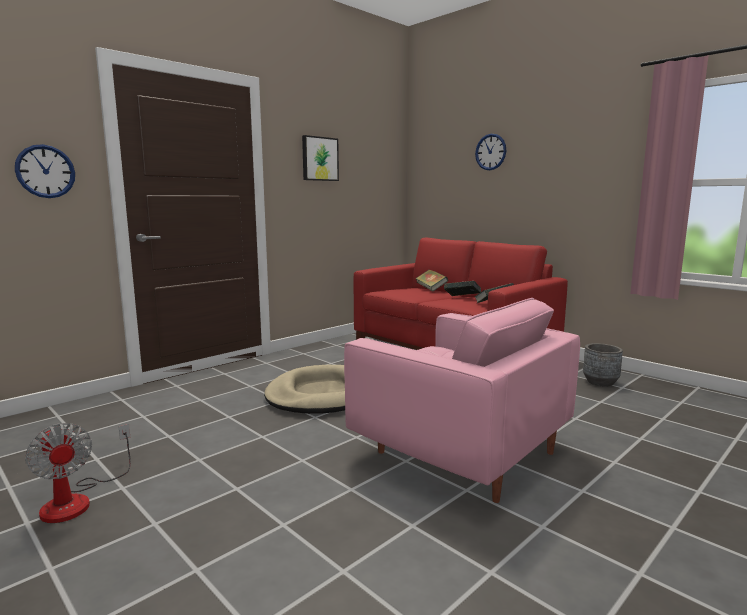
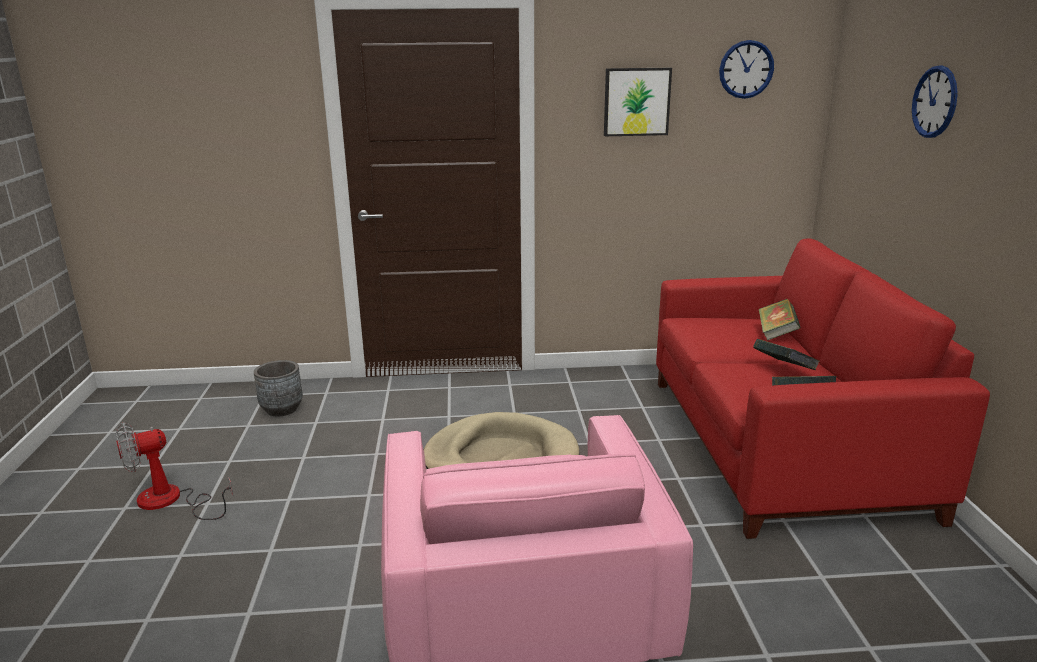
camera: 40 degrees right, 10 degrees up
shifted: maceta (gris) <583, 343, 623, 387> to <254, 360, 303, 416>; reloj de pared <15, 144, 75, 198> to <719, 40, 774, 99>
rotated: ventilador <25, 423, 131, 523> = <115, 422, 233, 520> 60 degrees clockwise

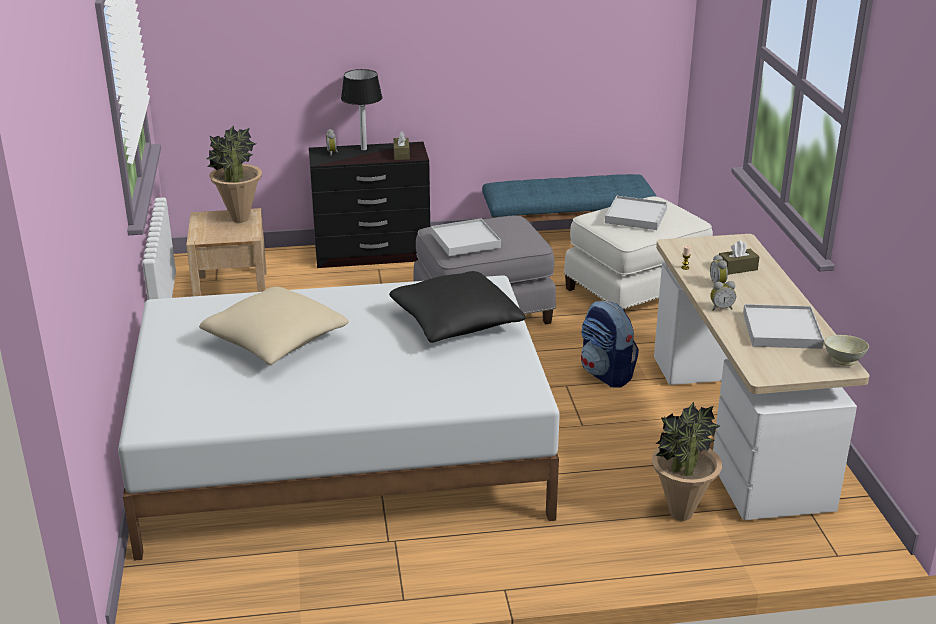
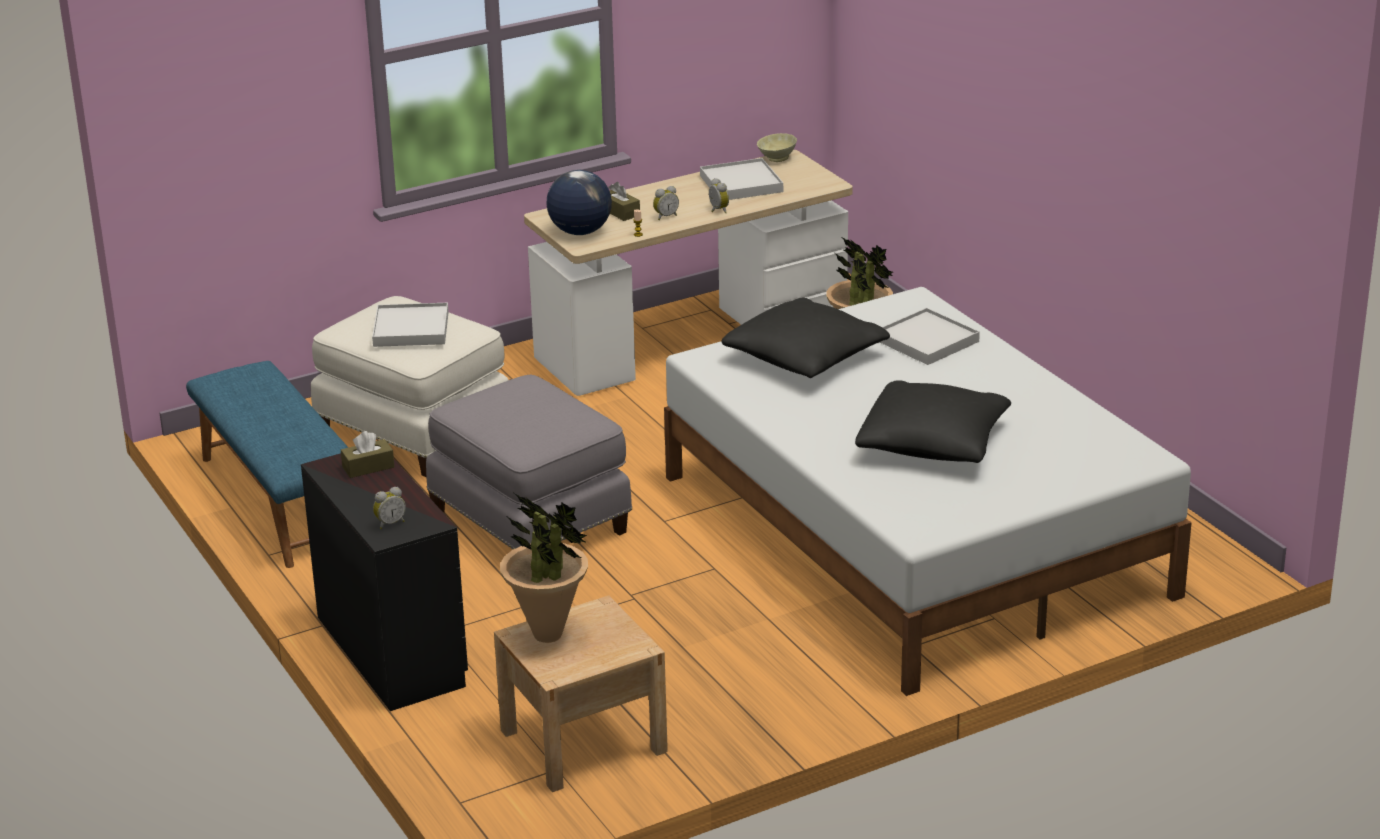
camera: 110 degrees left, 0 degrees up
gone: lámpara de mesa <341, 69, 382, 150>; mochila <581, 301, 639, 388>
new: globo terráqueo <547, 170, 612, 235>
shifted: bandeja (blanco) <431, 219, 501, 256> to <880, 308, 980, 365>
repainted: cojín (beis) <199, 287, 349, 365> to cojín (negro) <855, 380, 1011, 463>

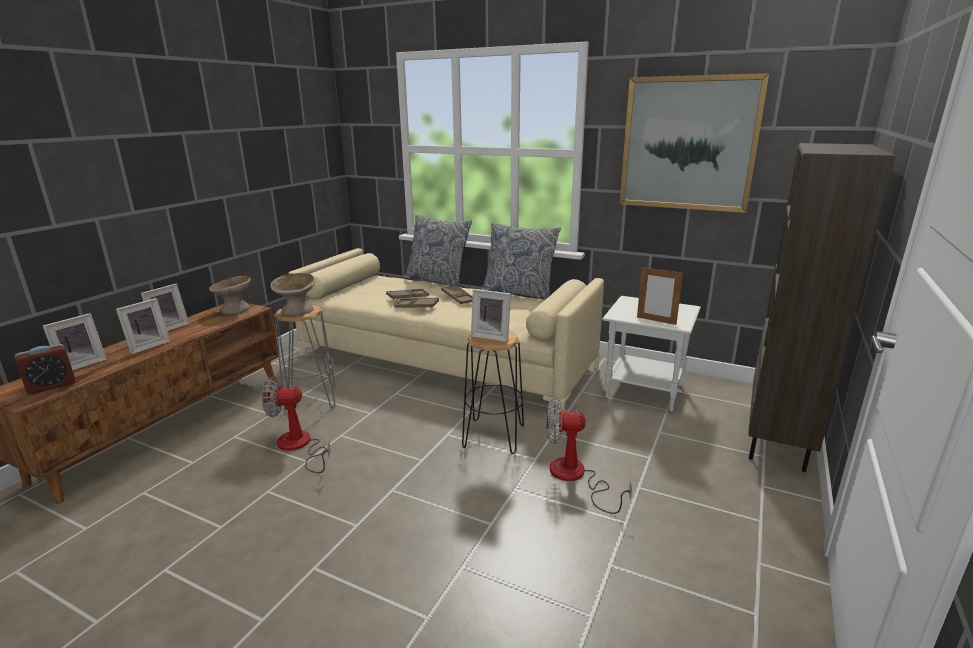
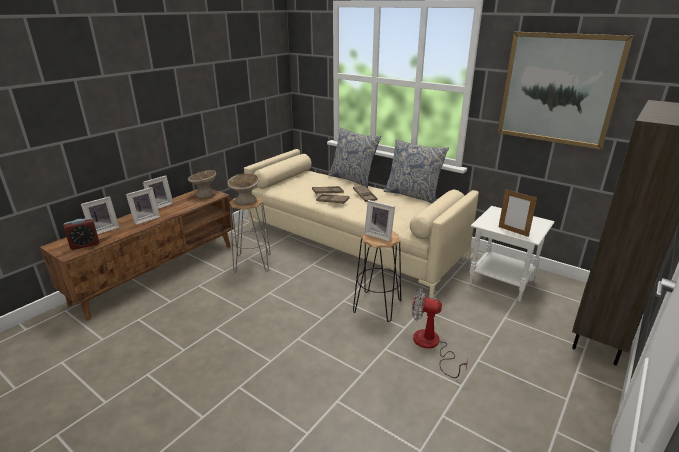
camera: 10 degrees right, 5 degrees up
gone: ventilador <262, 376, 331, 473>

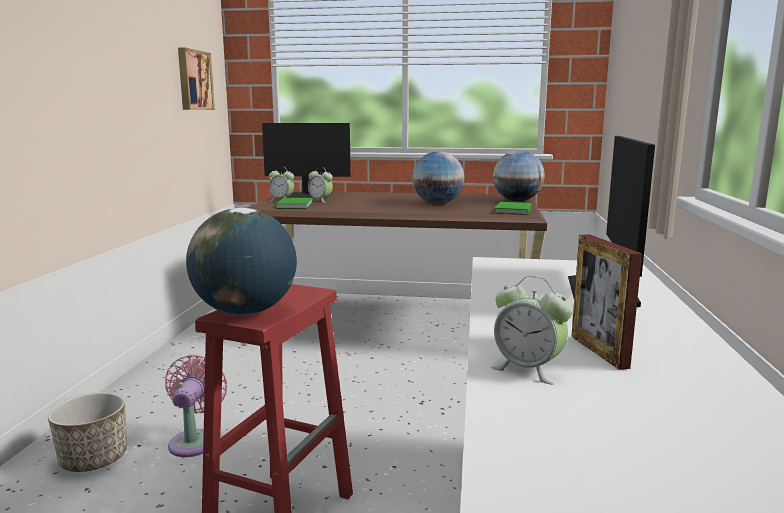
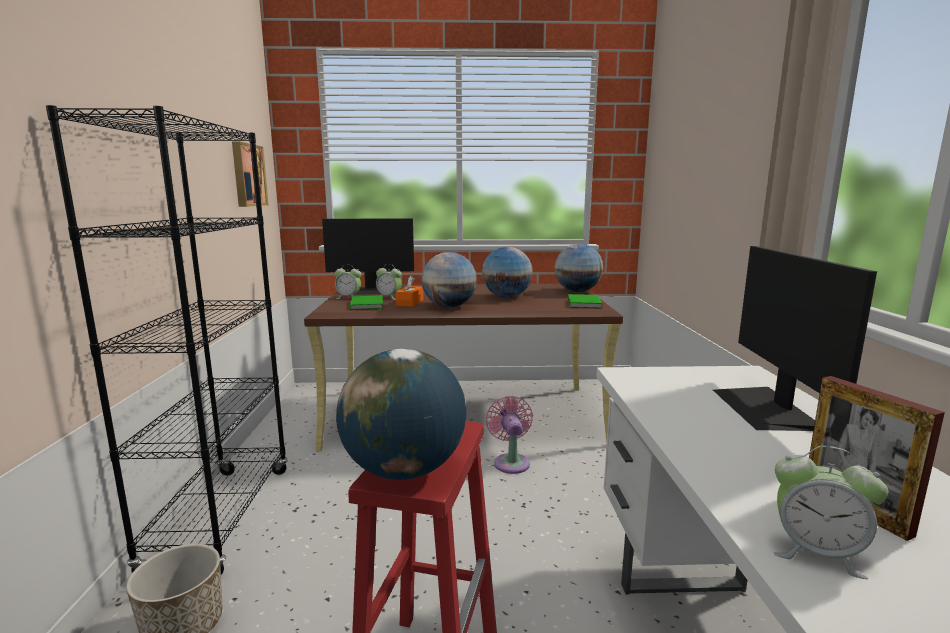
camera: 10 degrees left, 0 degrees up
new: estantería (negro) <46, 105, 288, 575>; caja de pañuelos (naranja) <396, 276, 424, 307>; globo terráqueo <421, 252, 477, 308>
shifted: ventilador (rosa) <165, 355, 227, 457> to <486, 396, 533, 474>

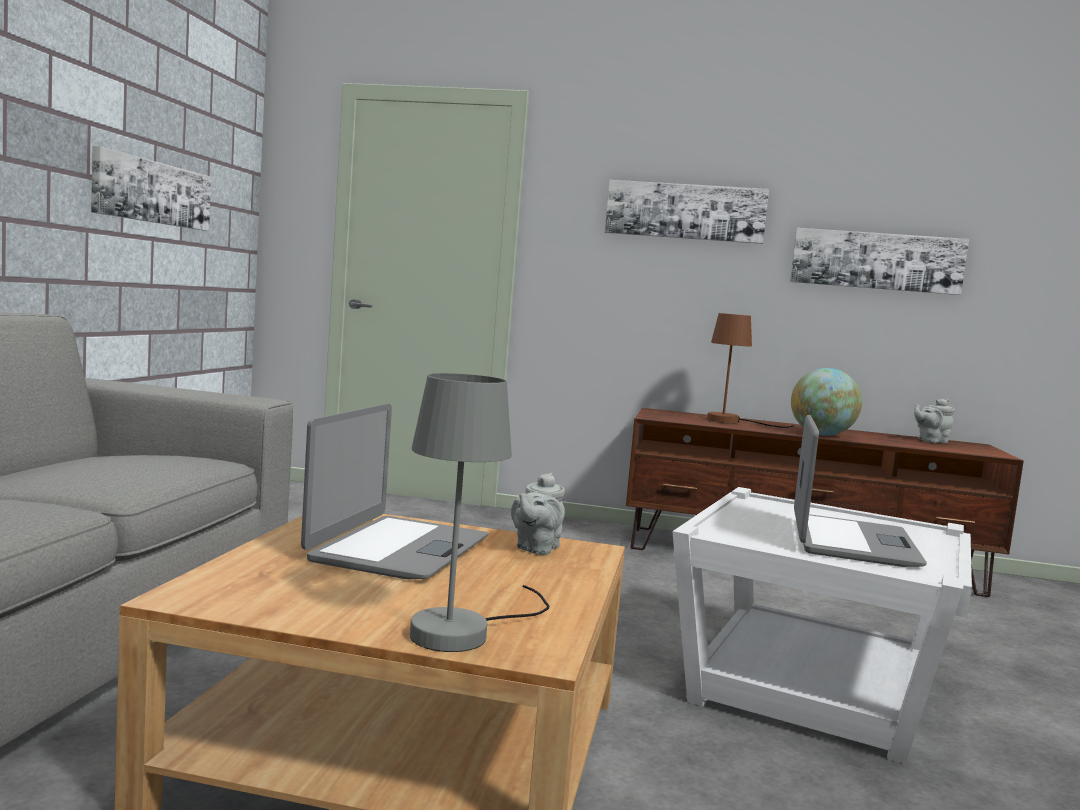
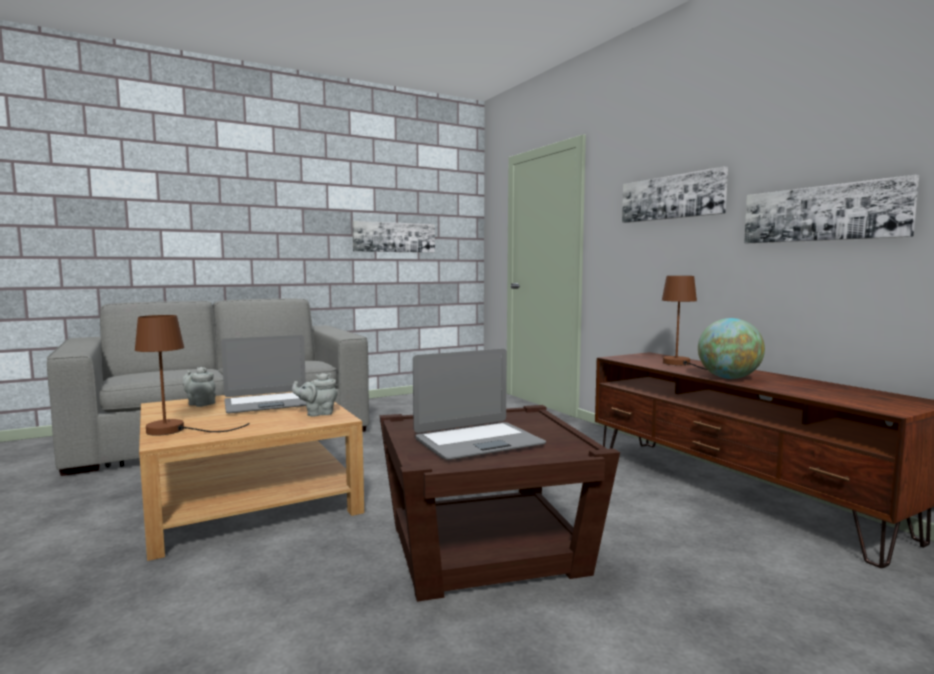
camera: 50 degrees right, 0 degrees up
shifted: tetera (gris) <914, 398, 955, 443> to <183, 367, 216, 407>
repainted: lámpara de mesa (gris) <410, 373, 549, 652> to lámpara de mesa (marrón) <135, 315, 250, 436>; mesa auxiliar (blanco) <672, 487, 972, 764> to mesa auxiliar (marrón) <380, 405, 620, 602>

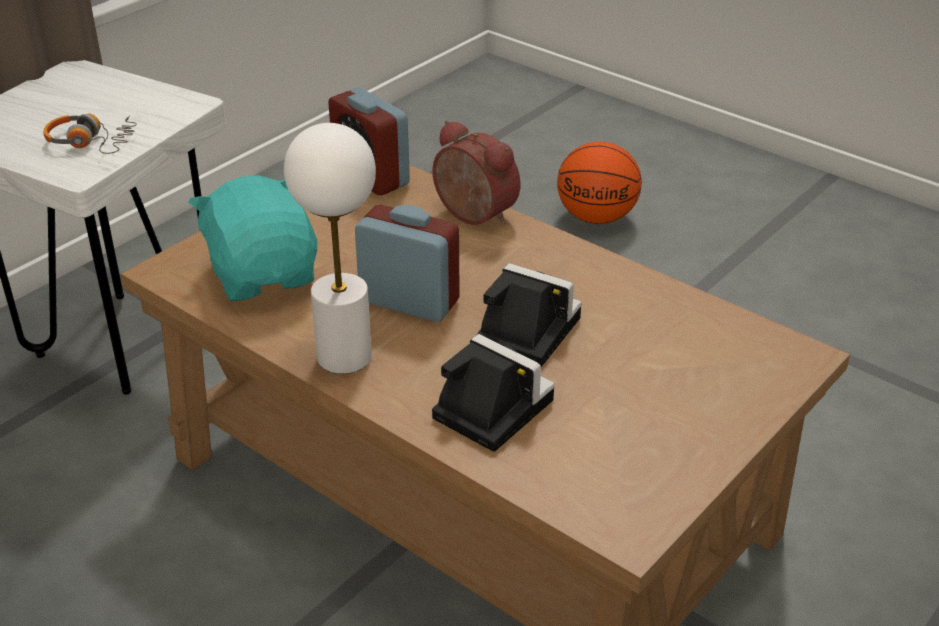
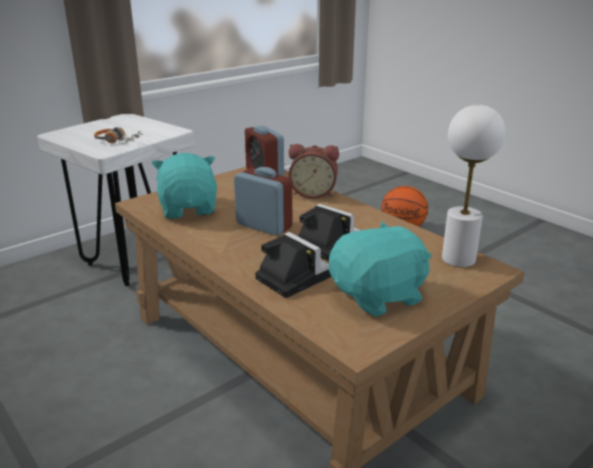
camera: 10 degrees right, 10 degrees down
new: peluche (turquesa) <329, 221, 432, 317>
shifted: lámpara de mesa (blanco) <284, 123, 376, 374> to <442, 105, 505, 267>
rotated: despertador <432, 120, 521, 225> = <289, 144, 339, 199> 135 degrees clockwise

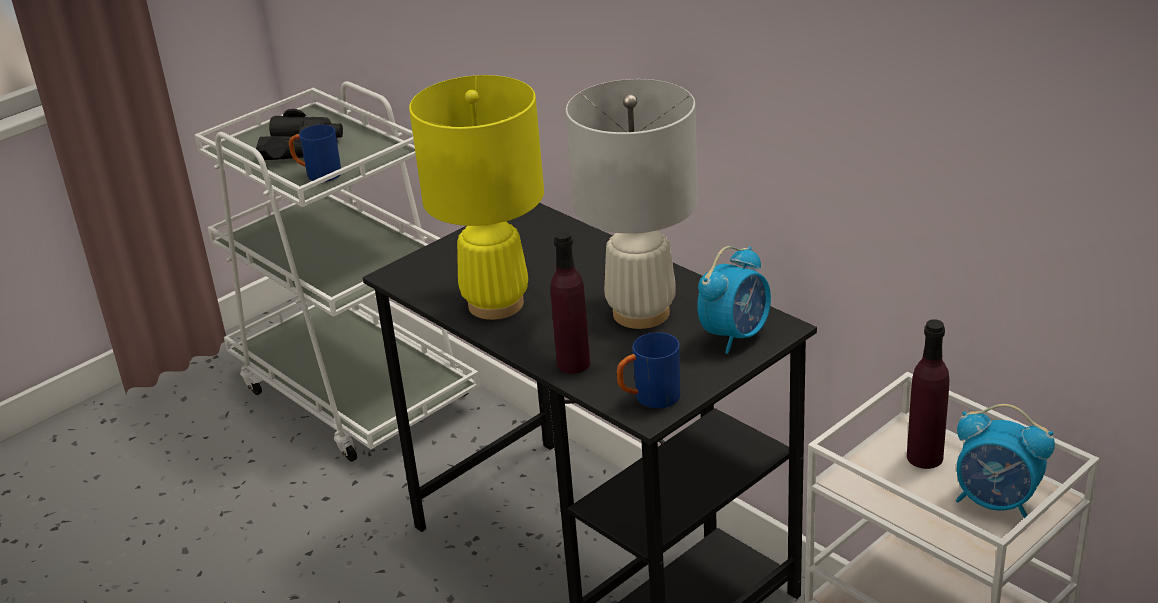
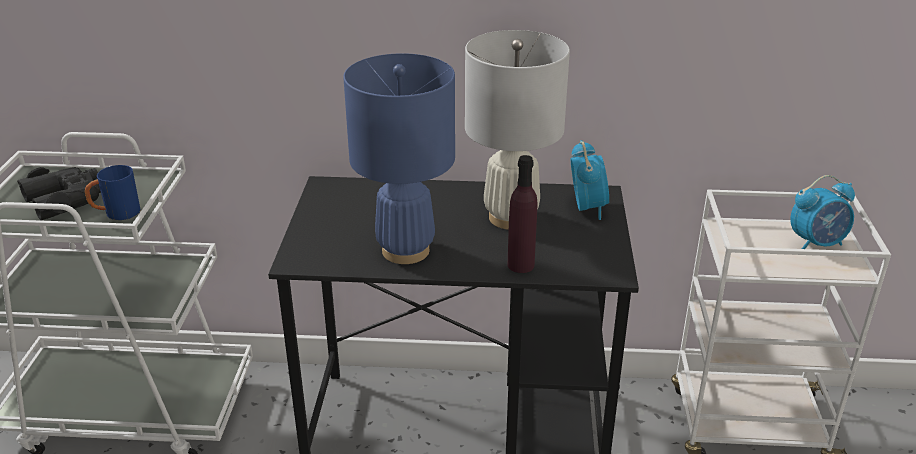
camera: 45 degrees left, 0 degrees up
gone: taza grande (azul) <617, 333, 680, 408>; botella (morado) <907, 319, 949, 469>
repainted: lámpara de mesa (amarillo) <409, 75, 544, 320> to lámpara de mesa (azul) <343, 53, 455, 264>

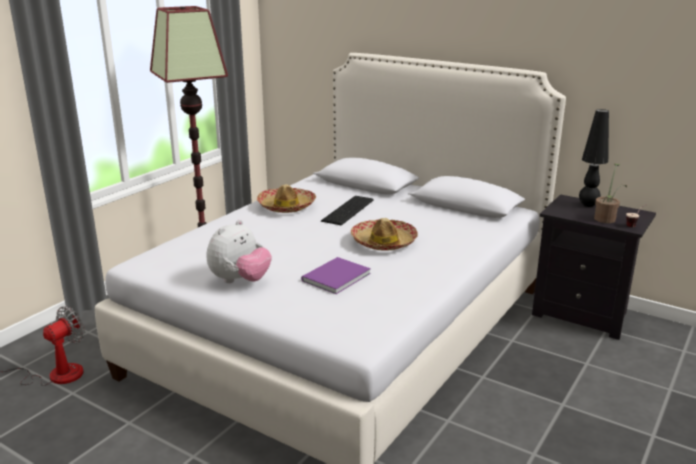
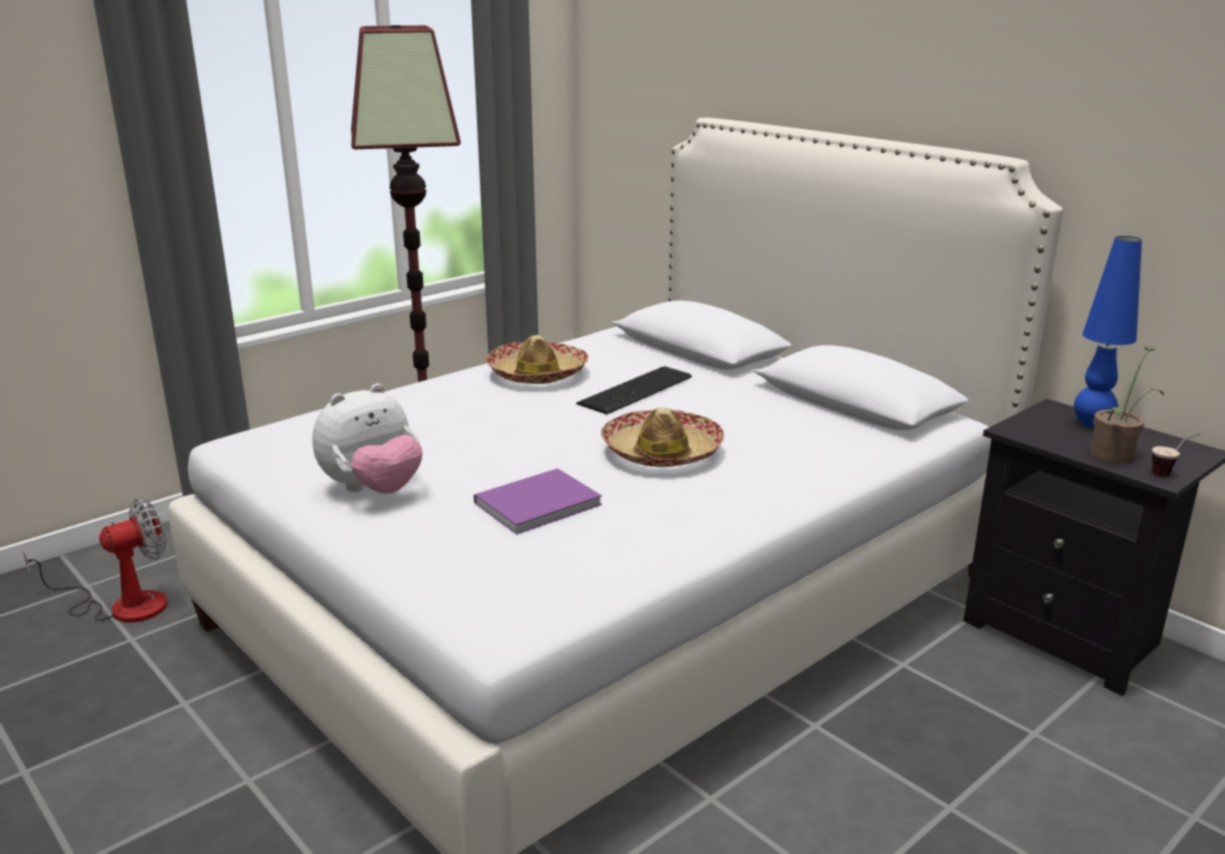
camera: 15 degrees right, 0 degrees up
repainted: lámpara de mesa (negro) <579, 109, 609, 207> to lámpara de mesa (azul) <1074, 236, 1142, 428>

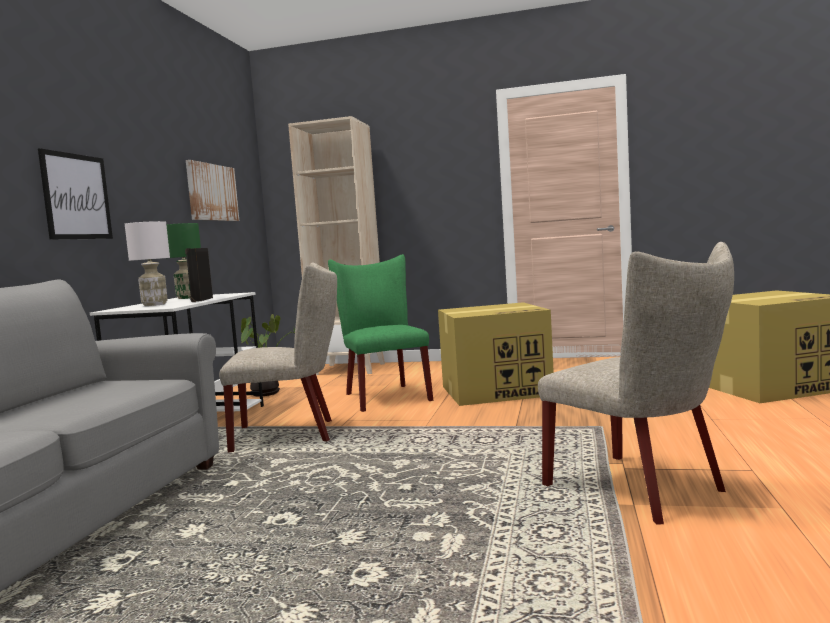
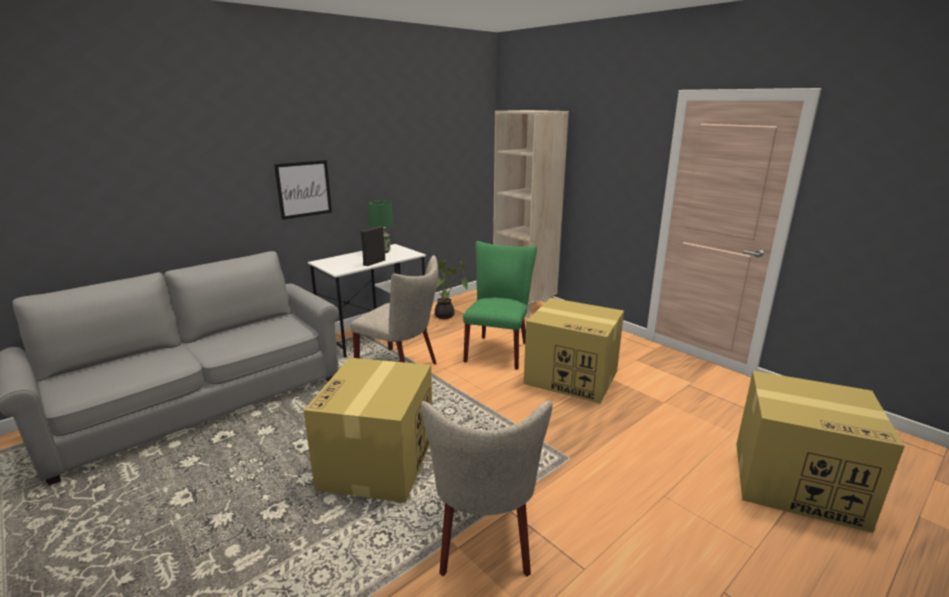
camera: 35 degrees right, 15 degrees up
gone: lámpara de mesa (blanco) <125, 221, 170, 306>; cuadro <186, 160, 239, 221>
new: caja de cartón <303, 358, 433, 503>

